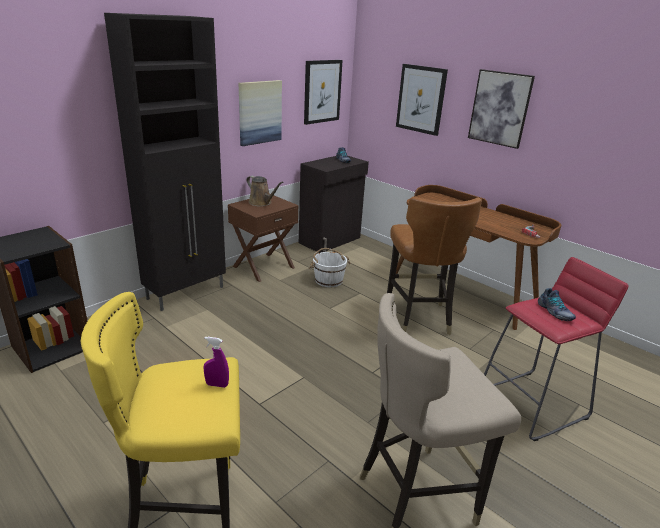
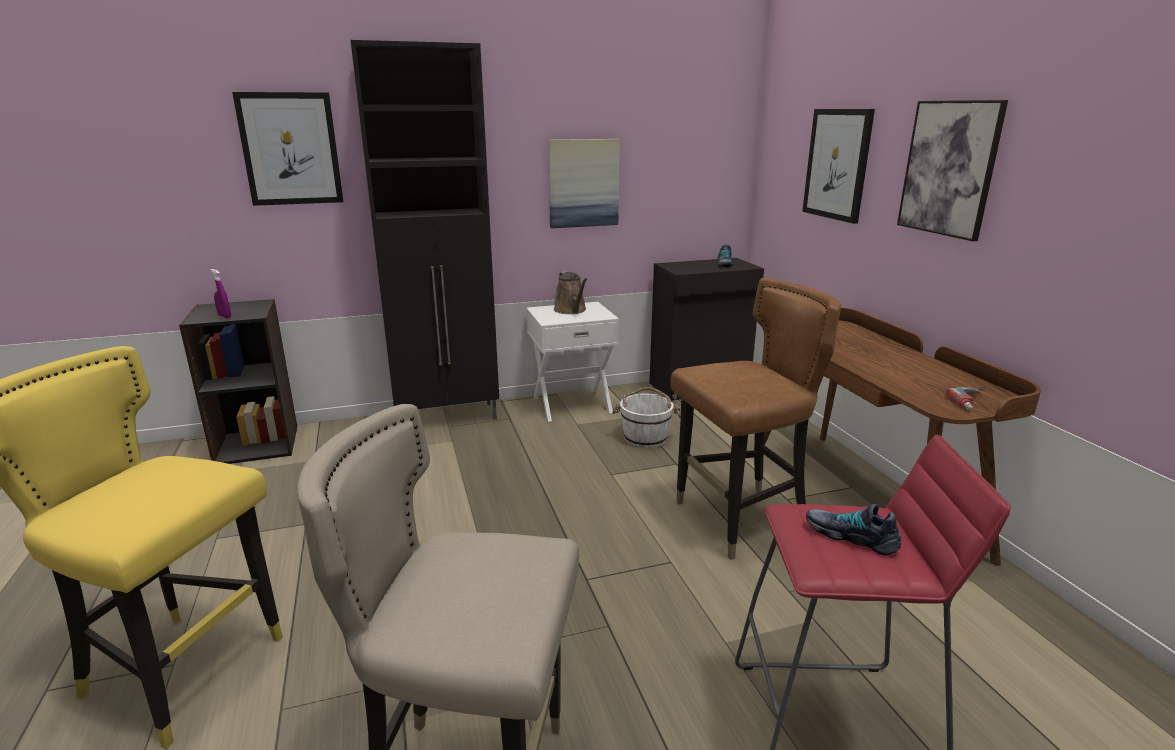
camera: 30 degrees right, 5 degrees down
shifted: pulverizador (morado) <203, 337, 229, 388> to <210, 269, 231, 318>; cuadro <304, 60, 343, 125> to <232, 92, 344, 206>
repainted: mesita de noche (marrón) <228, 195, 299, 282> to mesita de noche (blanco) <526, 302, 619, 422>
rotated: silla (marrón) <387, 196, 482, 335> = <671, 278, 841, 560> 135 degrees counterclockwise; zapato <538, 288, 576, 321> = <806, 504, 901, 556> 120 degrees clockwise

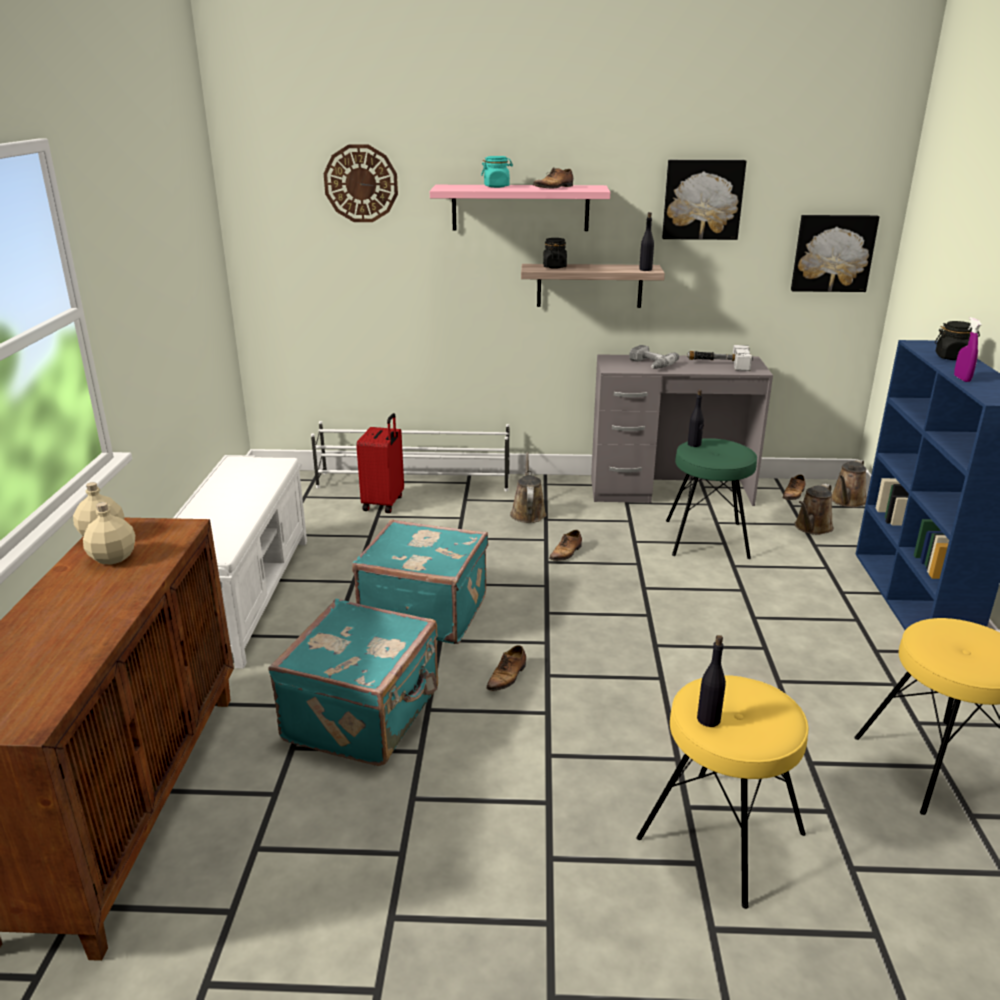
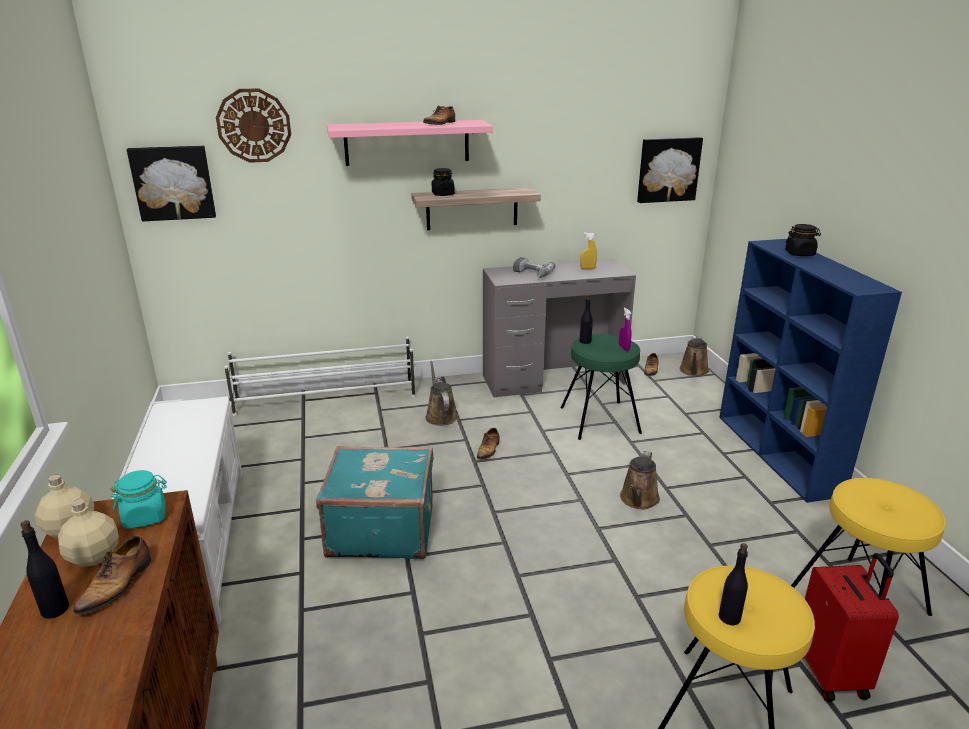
camera: 15 degrees left, 0 degrees up
gone: maleta (turquesa) <268, 599, 438, 766>
shifted: botella (negro) <639, 212, 654, 271> to <20, 520, 69, 619>; zapato <486, 645, 526, 691> to <73, 535, 151, 614>; tarro (turquesa) <481, 156, 513, 188> to <110, 470, 167, 529>; cuadro <662, 160, 746, 240> to <127, 146, 216, 221>; pulverizador (morado) <954, 317, 982, 382> to <619, 307, 631, 351>; regadera (marrón) <795, 483, 834, 535> to <620, 451, 660, 509>; maleta (rojo) <356, 413, 404, 513> to <804, 553, 899, 702>
swapped: martillo <687, 345, 753, 371> to pulverizador (amarillo) <580, 232, 597, 269>

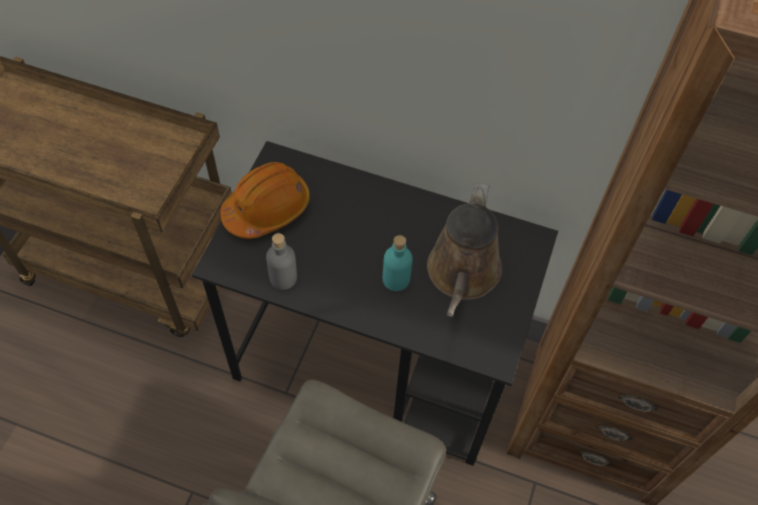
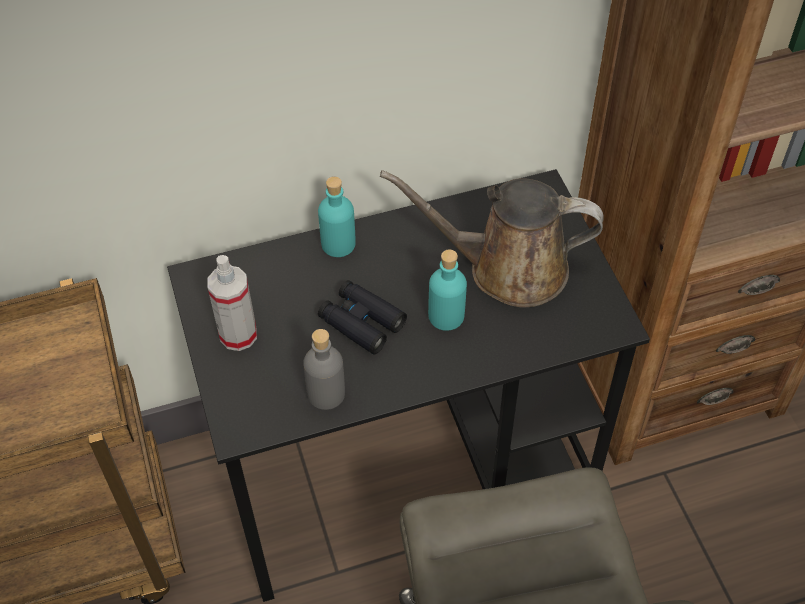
camera: 35 degrees left, 5 degrees down
new: botella (turquesa) <318, 176, 356, 257>; prismáticos (negro) <318, 280, 407, 354>
swapped: casco (naranja) <220, 162, 310, 239> to pulverizador <208, 255, 257, 351>
rotated: regadera (marrón) <427, 182, 502, 317> = <380, 170, 604, 307> 120 degrees clockwise

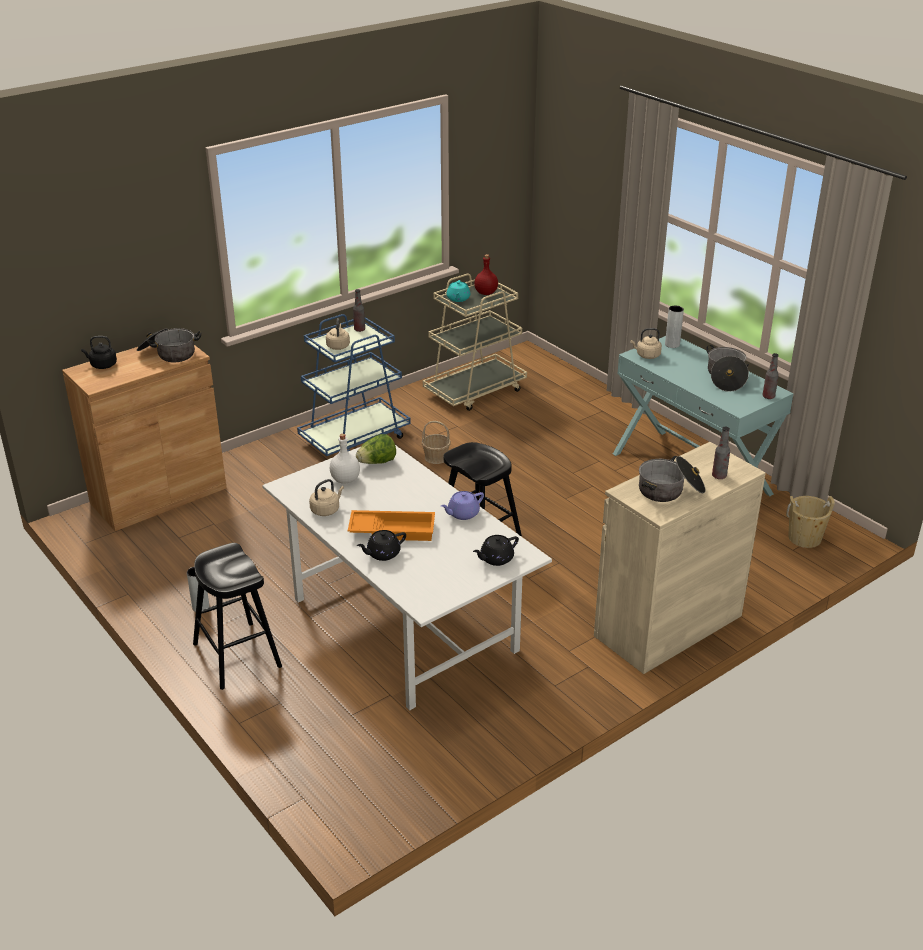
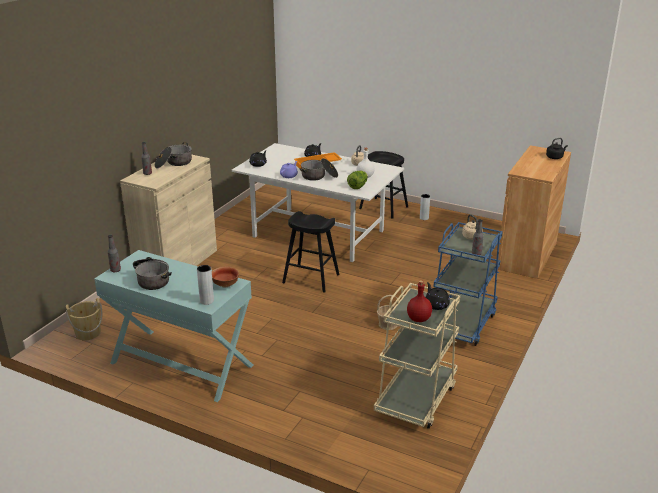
camera: 155 degrees right, 5 degrees down
shifted: olla <137, 328, 201, 362> to <300, 158, 338, 181>
swapped: hervidor (beis) <631, 328, 662, 359> to cuenco <212, 267, 239, 288>
repainted: tetera (turquesa) <446, 280, 470, 302> to tetera (negro) <425, 282, 450, 310>

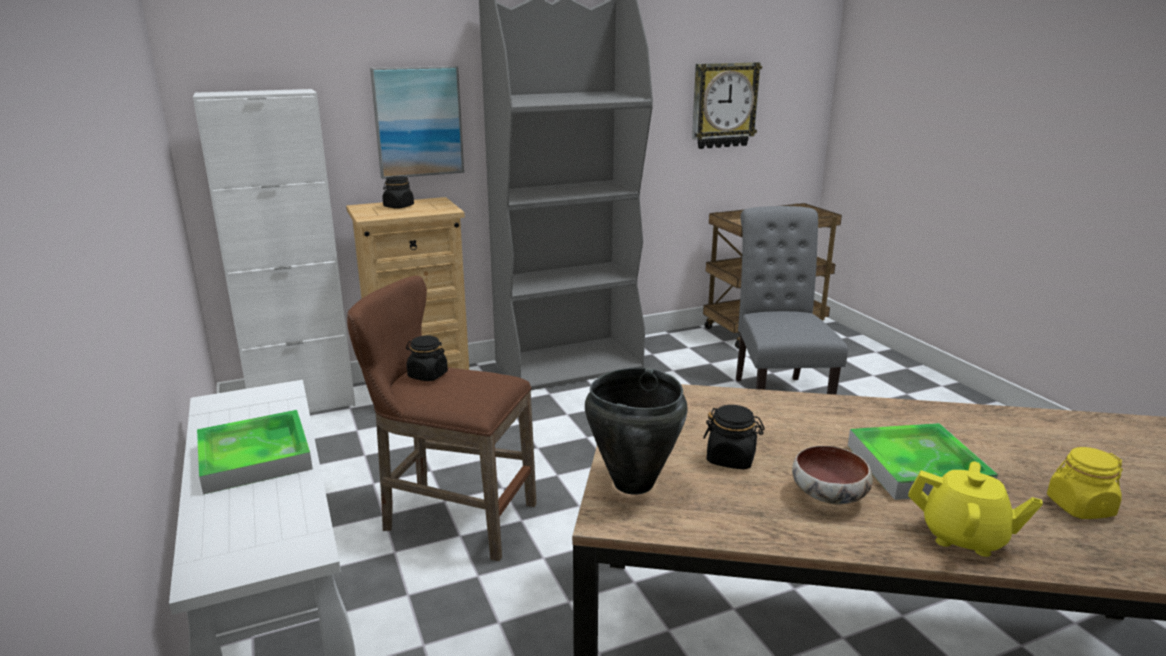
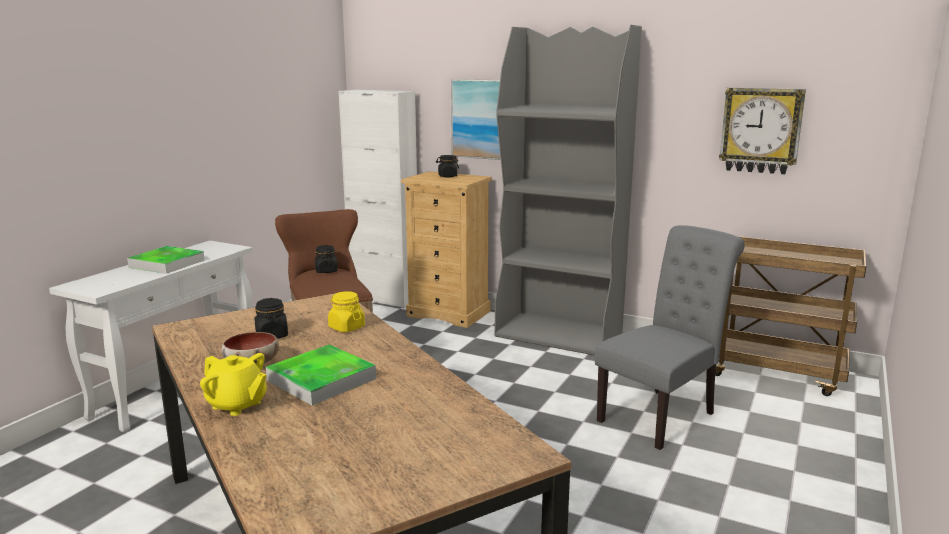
camera: 50 degrees right, 5 degrees down
gone: olla (negro) <585, 368, 688, 495>
shifted: tarro (amarillo) <1047, 447, 1123, 519> to <328, 291, 365, 332>
rotated: tetera (amarillo) <908, 461, 1043, 557> = <200, 353, 267, 416> 45 degrees counterclockwise

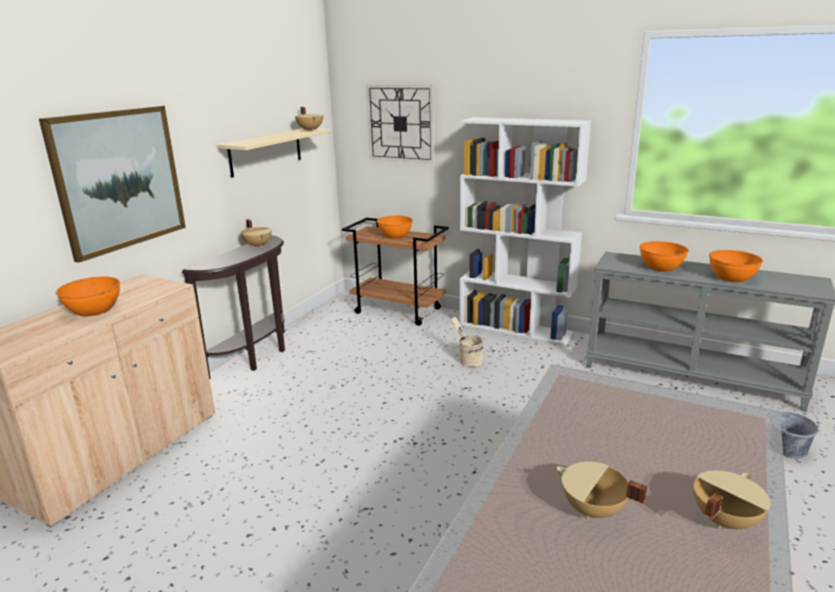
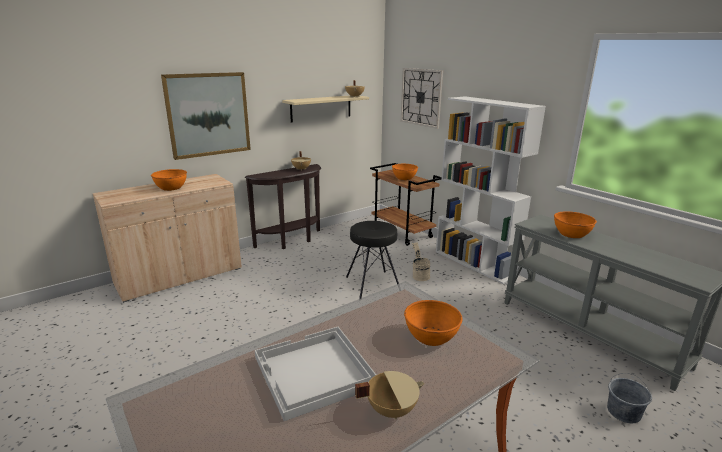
camera: 25 degrees right, 0 degrees up
new: taburete (negro) <346, 221, 399, 299>
shifted: cuenco (naranja) <709, 250, 763, 282> to <404, 300, 463, 346>
swapped: olla (beis) <556, 462, 648, 519> to bandeja (blanco) <255, 327, 376, 421>

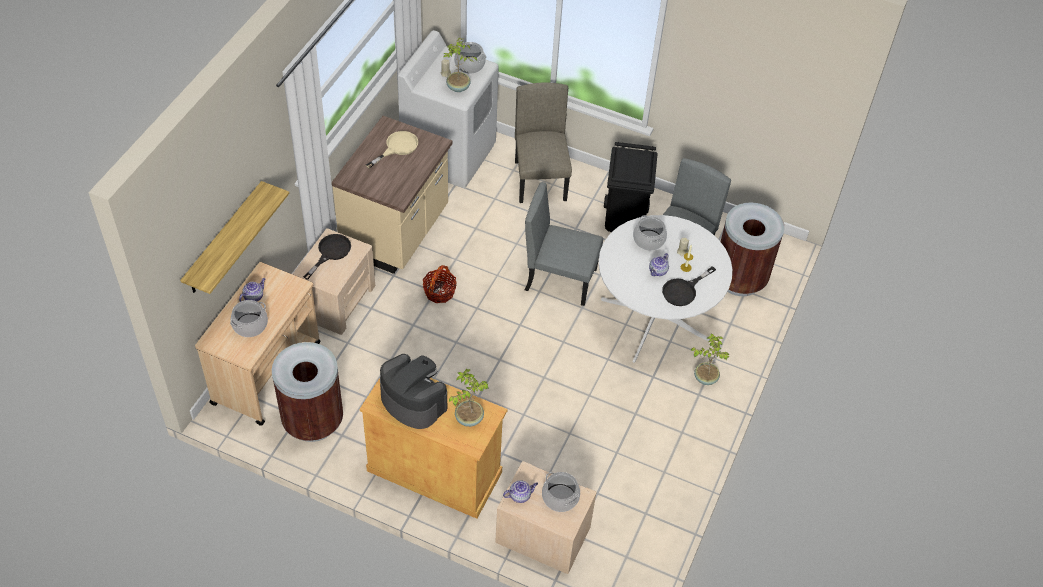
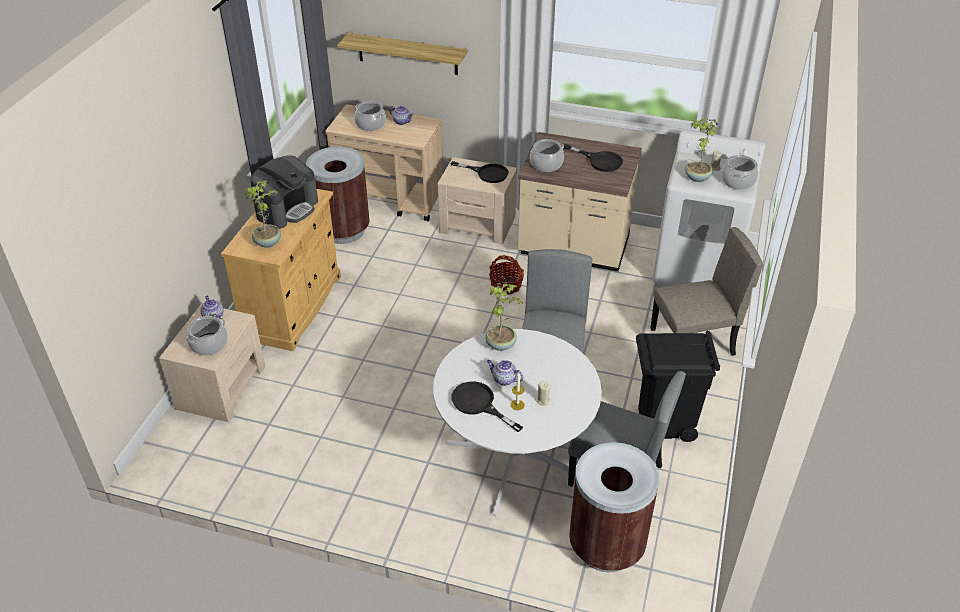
camera: 85 degrees right, 10 degrees down
shifted: planta en maceta <690, 333, 730, 385> to <485, 283, 522, 351>; olla <633, 215, 667, 251> to <530, 139, 564, 172>
repainted: sartén (beis) <366, 131, 418, 169> to sartén (negro) <564, 144, 623, 172>

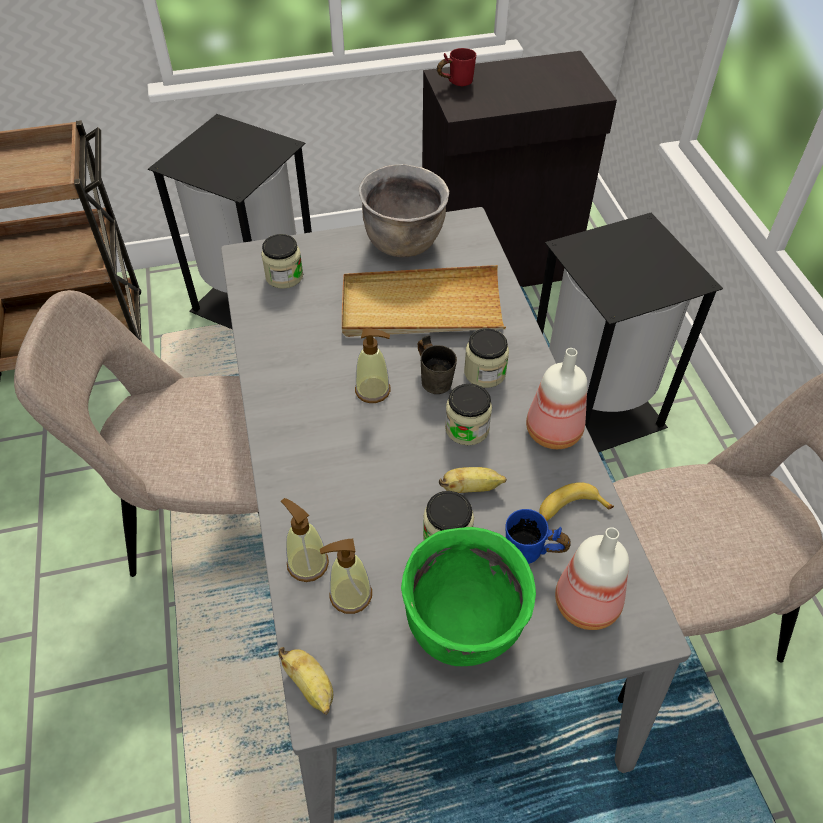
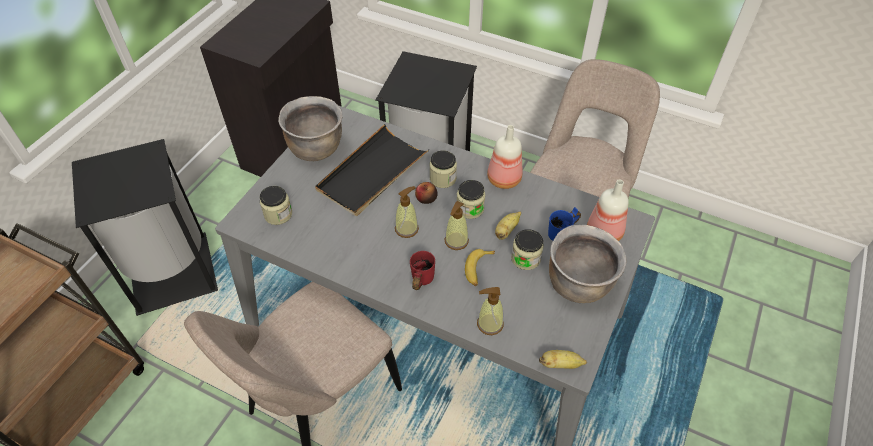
camera: 50 degrees left, 0 degrees up
shifted: taza grande (rojo) <437, 48, 476, 87> to <410, 251, 435, 290>; dispensador de jabón <320, 539, 372, 614> to <445, 201, 469, 250>; plátano <539, 482, 614, 521> to <465, 249, 495, 286>
swapped: taza grande (gris) <418, 335, 457, 394> to manzana <415, 182, 438, 204>
repainted: bandeja (beis) <342, 265, 506, 337> to bandeja (negro) <315, 124, 429, 216>; olla (verde) <401, 527, 536, 666> to olla (marrón) <549, 225, 626, 303>

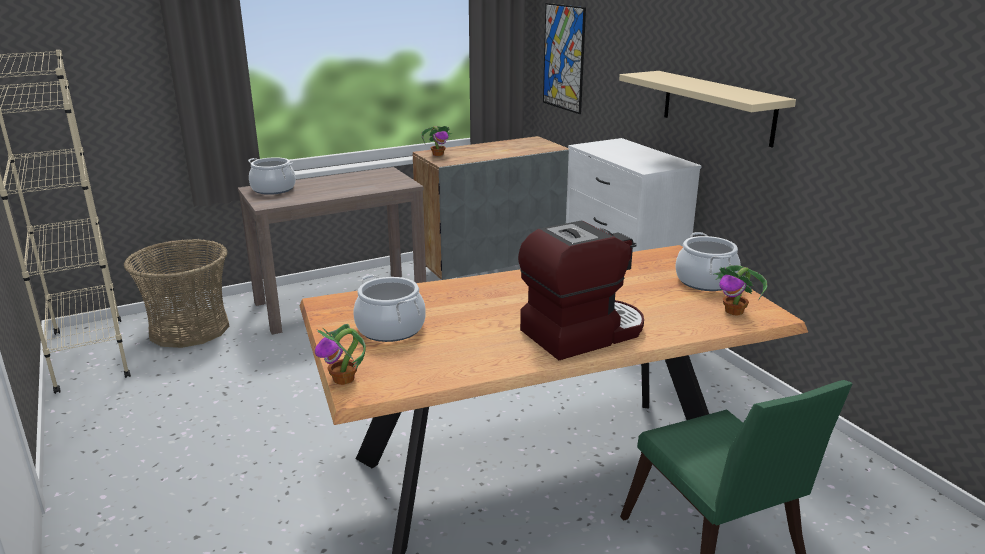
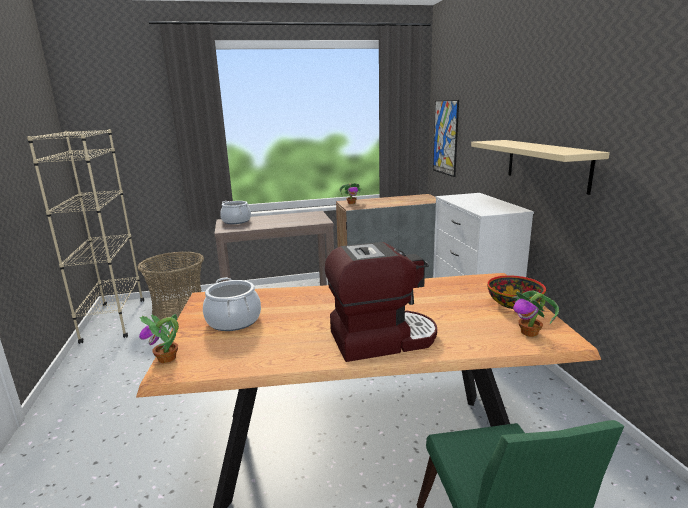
camera: 15 degrees right, 5 degrees down
swapped: olla <676, 232, 741, 291> to cuenco <487, 275, 546, 309>

